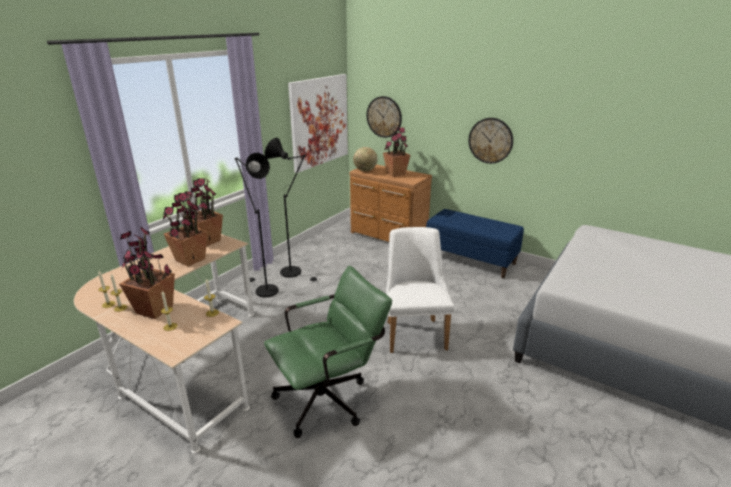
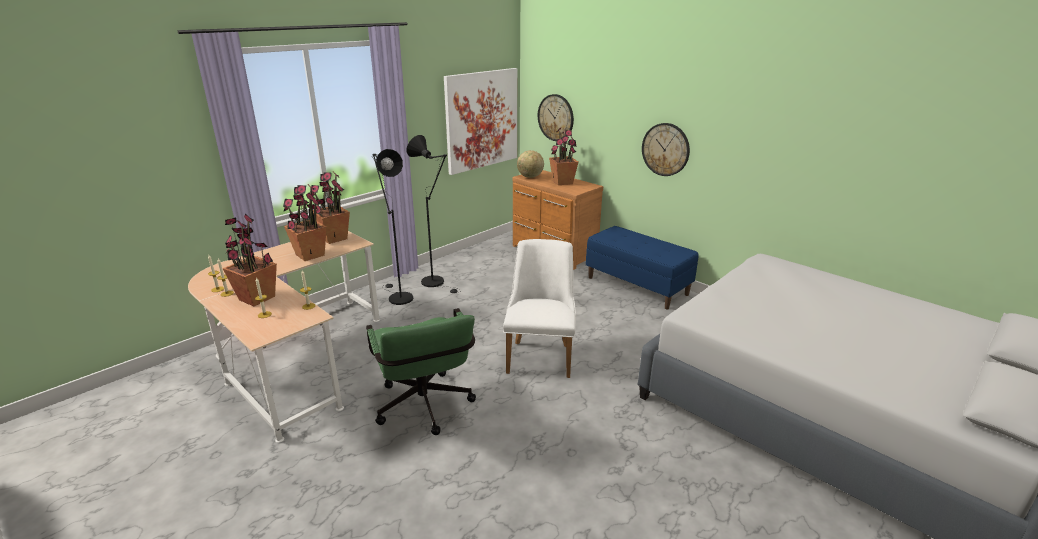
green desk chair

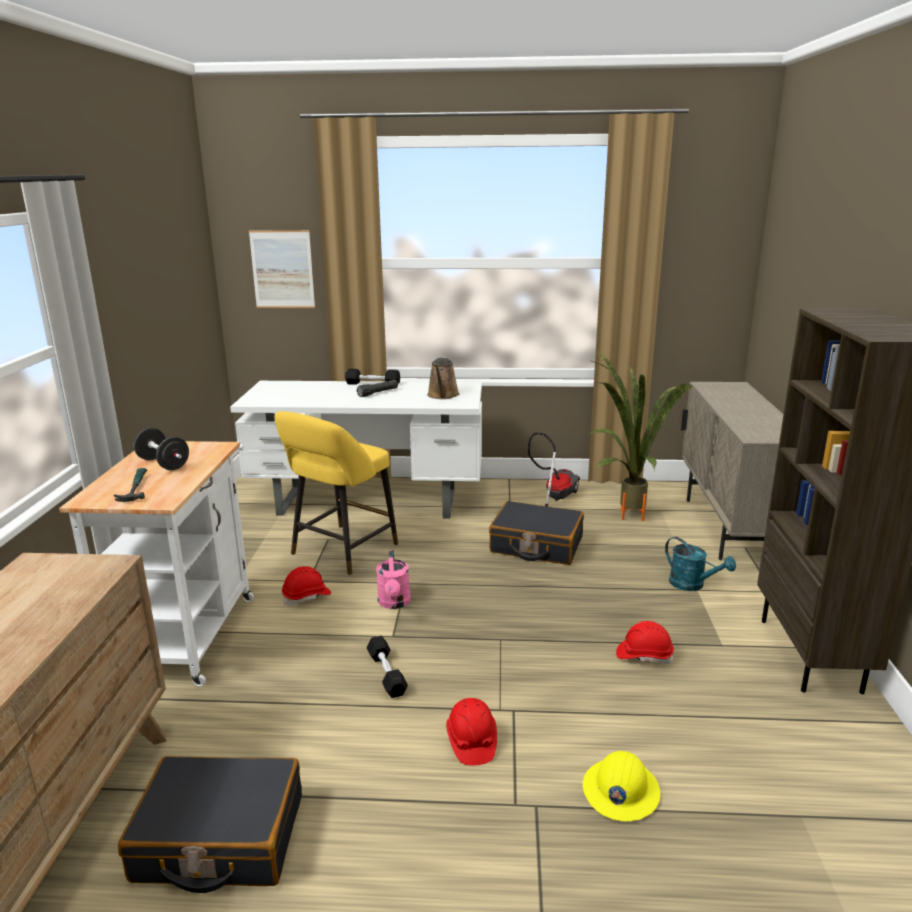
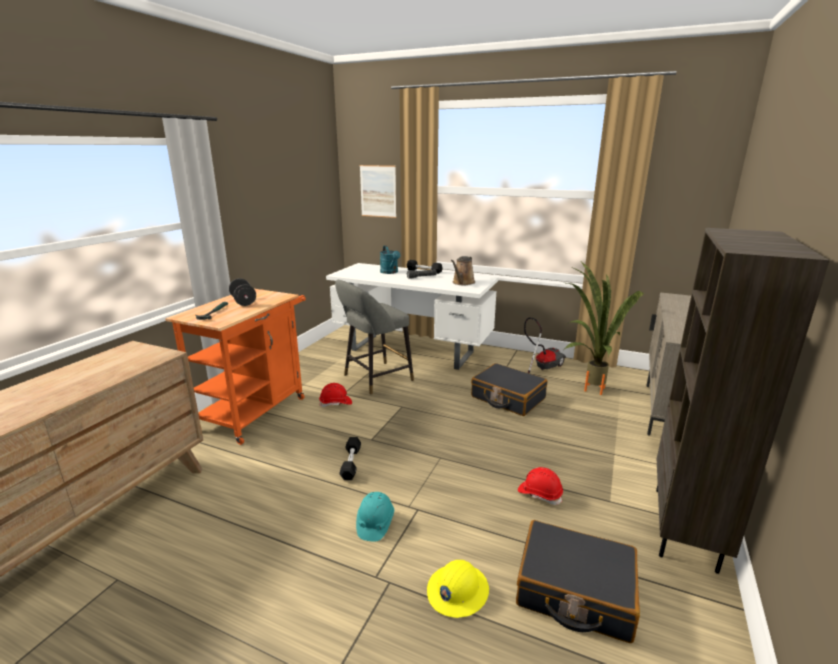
orange trolley
greyish stool
turquoise-coloured hard hat
turquoise-coloured sprinkling can
black piece of luggage (2nd from left)
pink sprinkling can

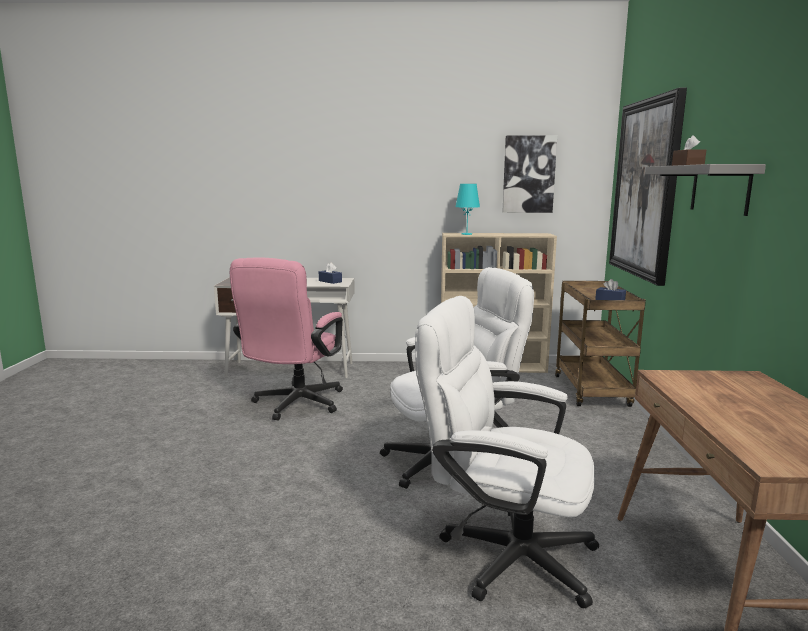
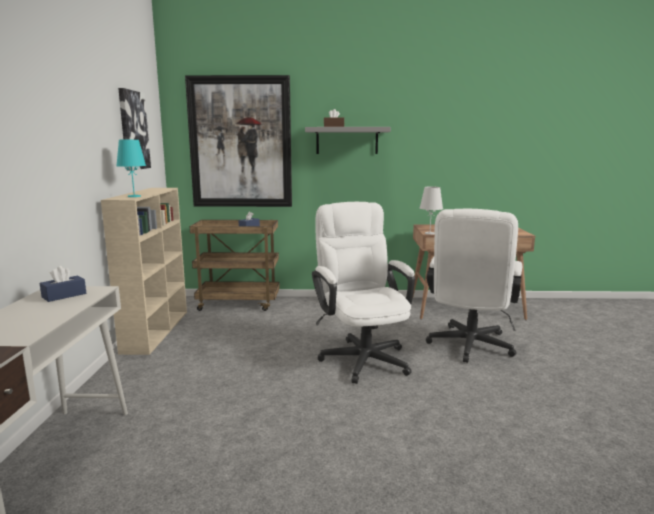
whitish table lamp
pink desk chair

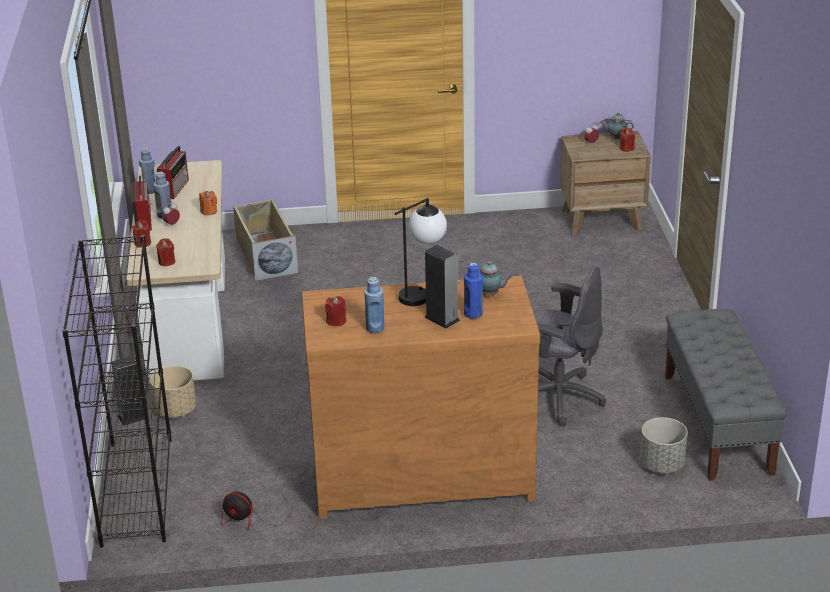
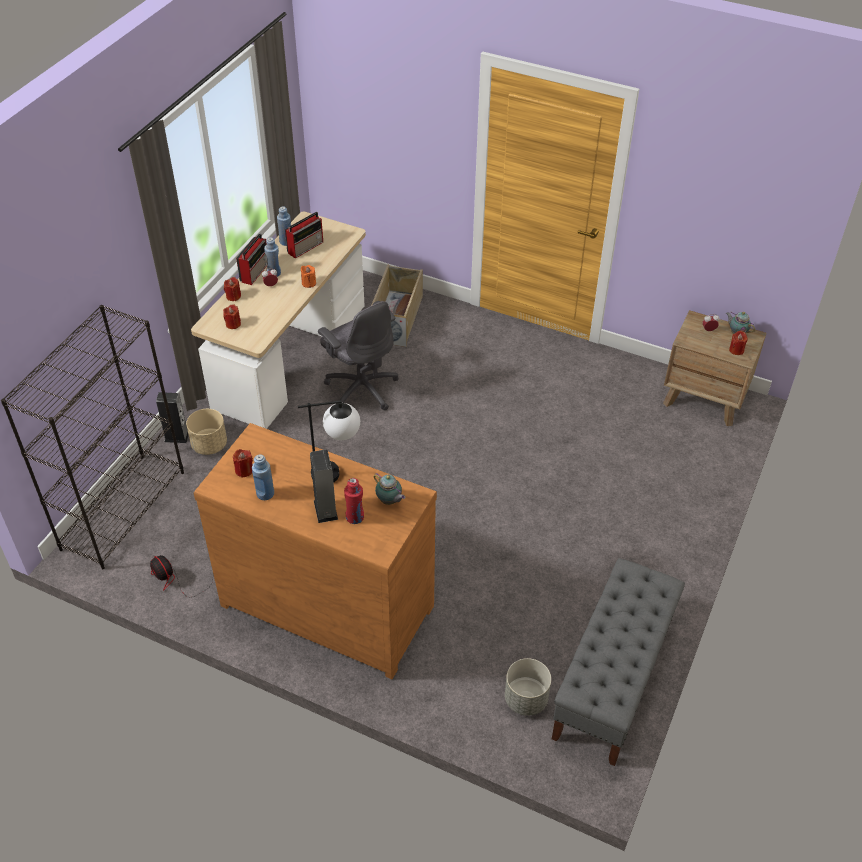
greyish desk chair
red drink bottle

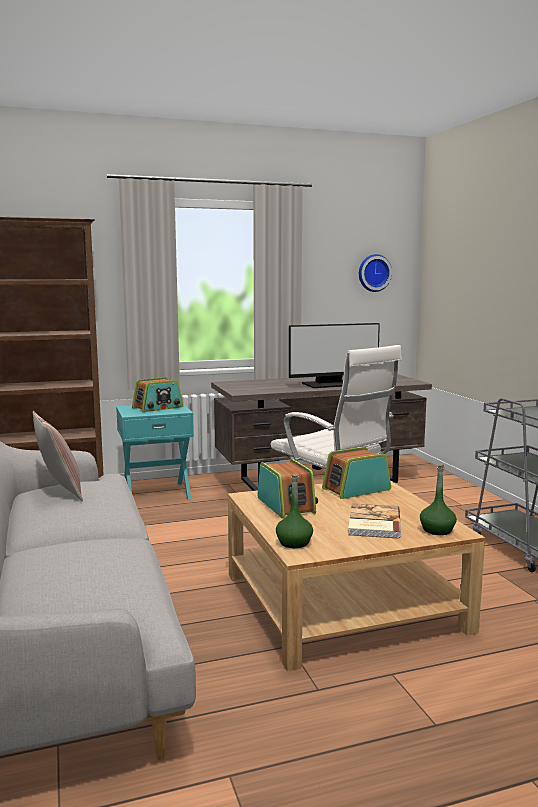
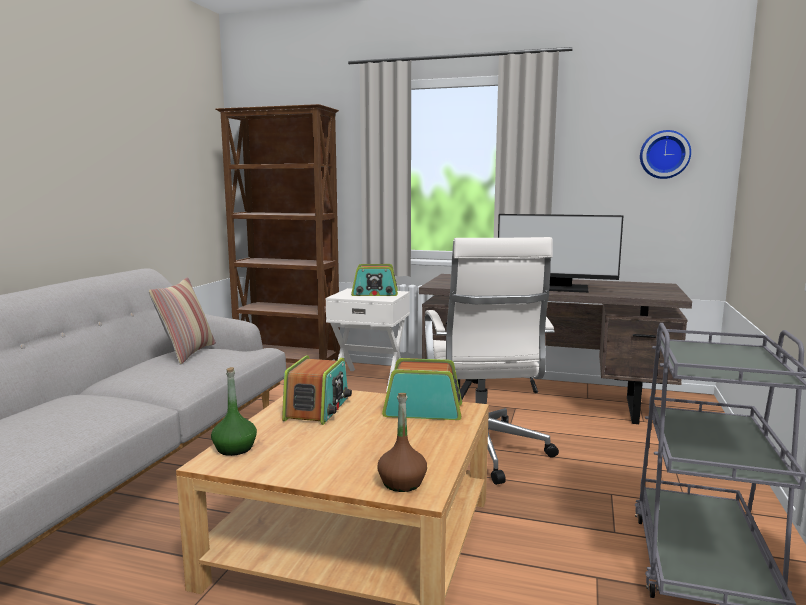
whitish nightstand
brown drink bottle
bound book

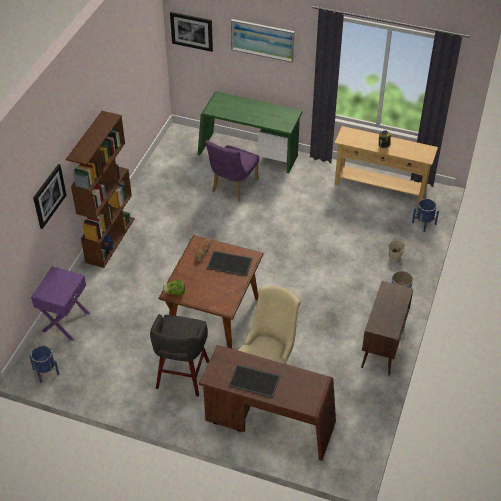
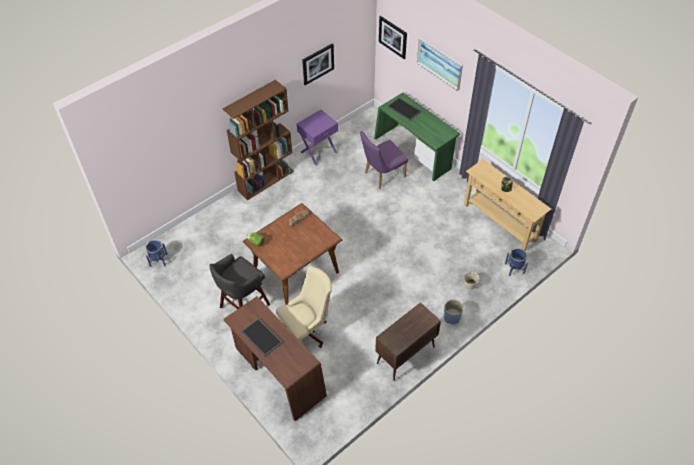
purple-coloured nightstand
wall art (1st from left)
carrying tray (2nd from left)

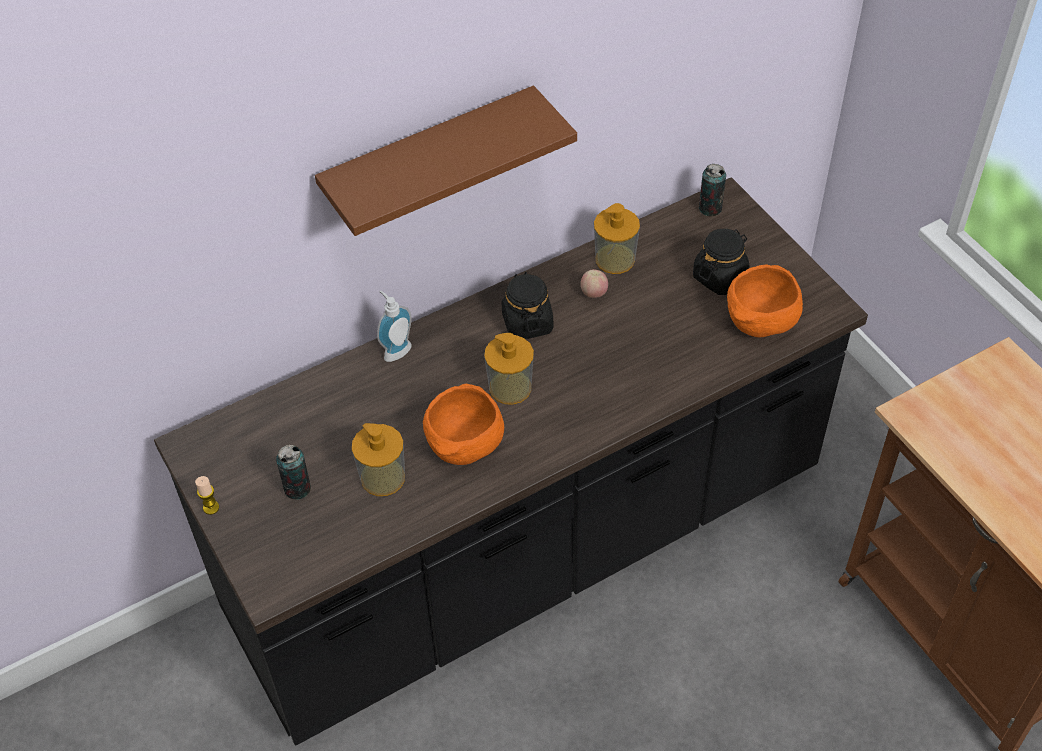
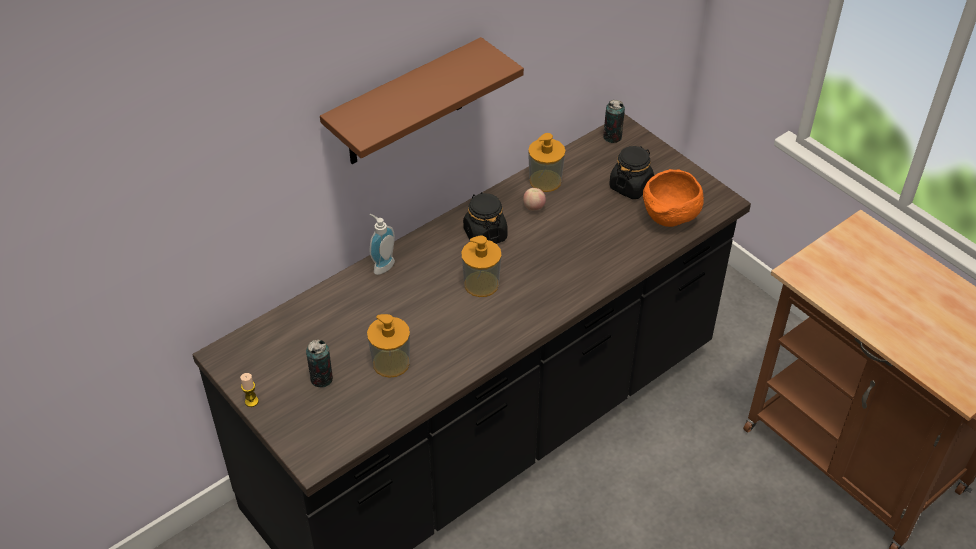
orange deep dish (1st from left in the first image)

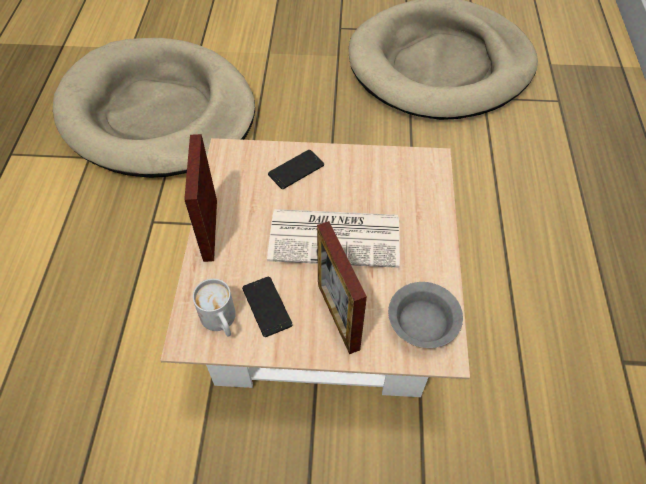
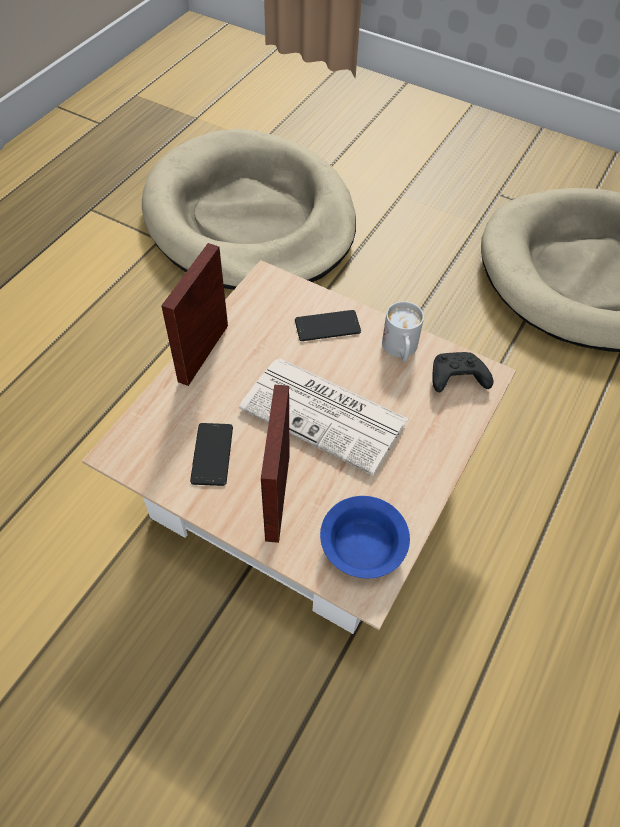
bluish deep dish
whitish coffee mug
black gamepad

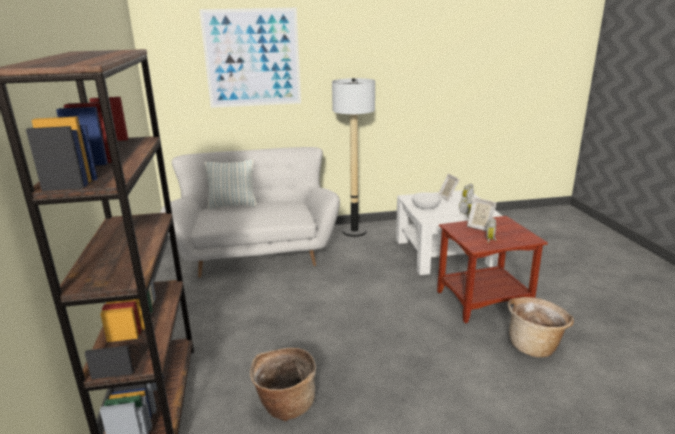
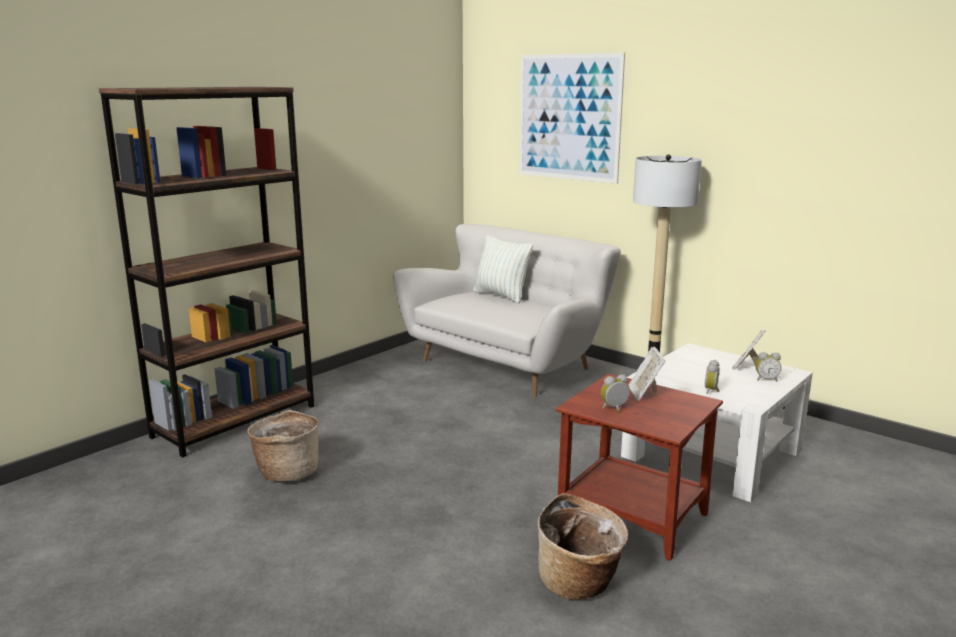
whitish deep dish

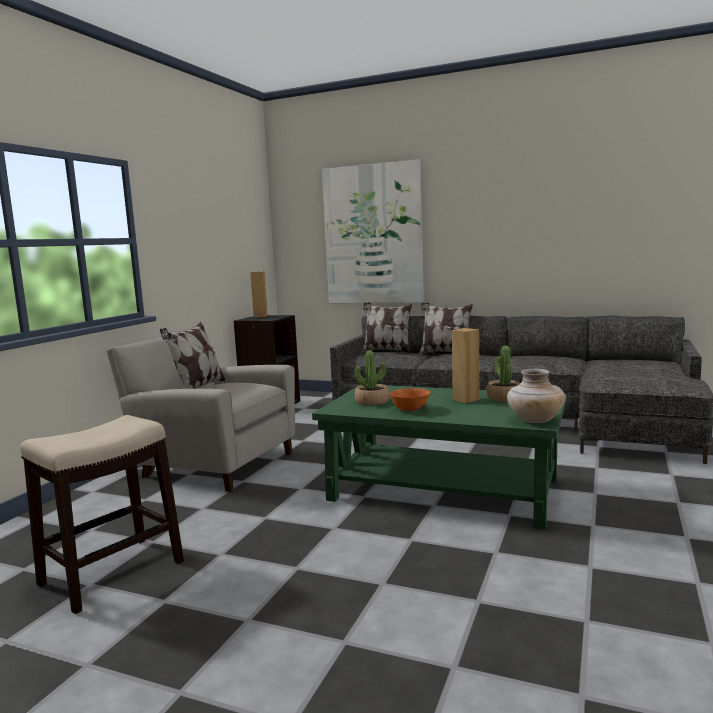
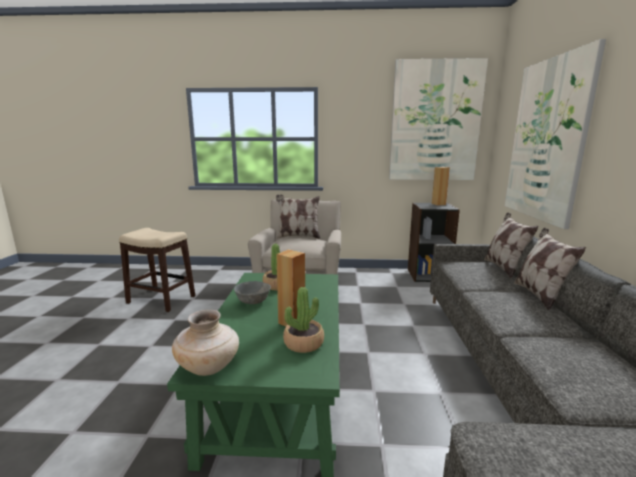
greyish deep dish
wall art (1st from left)

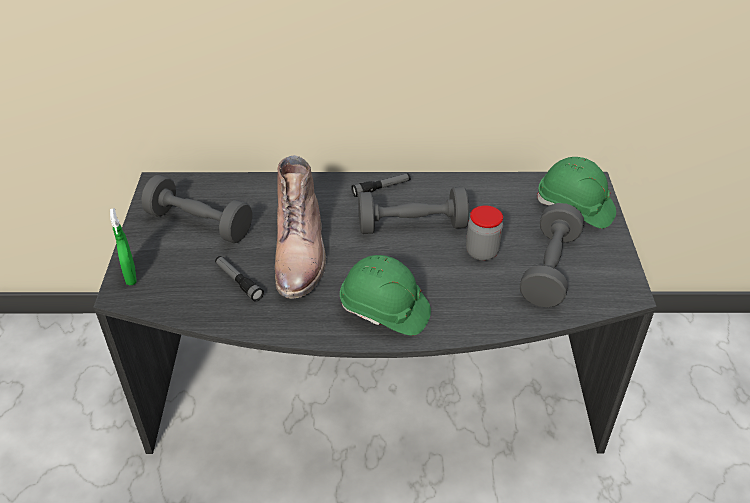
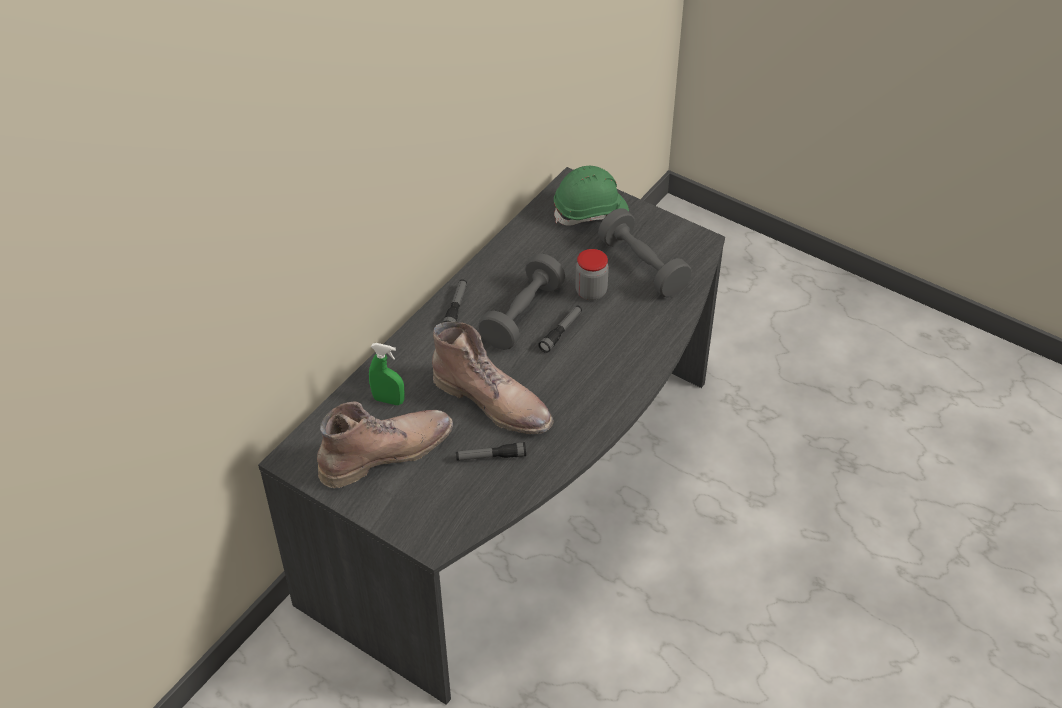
brown high-top boot (1st from left)
green hand sprayer
torch (3rd from left)
green hard hat (1st from left in the first image)

